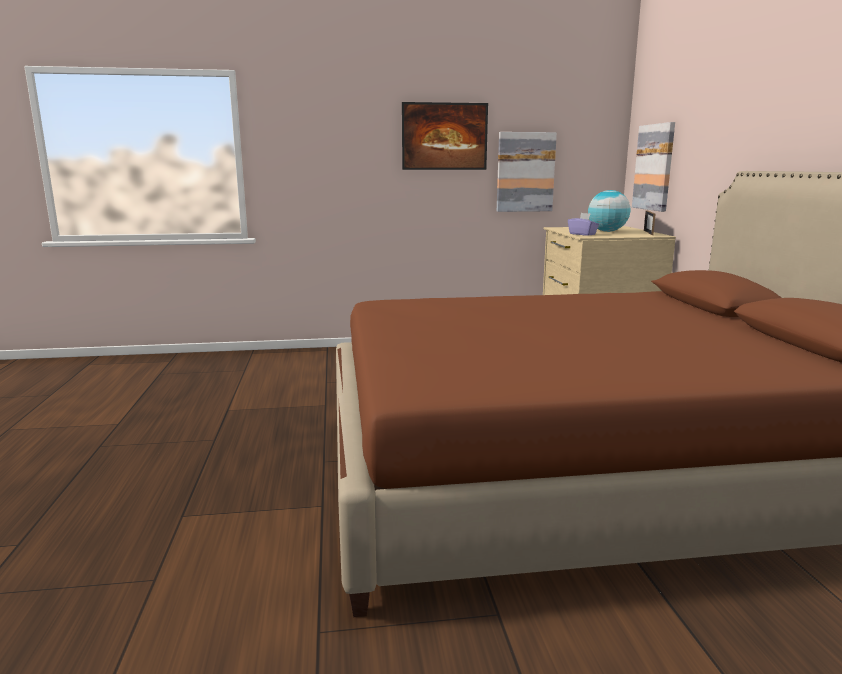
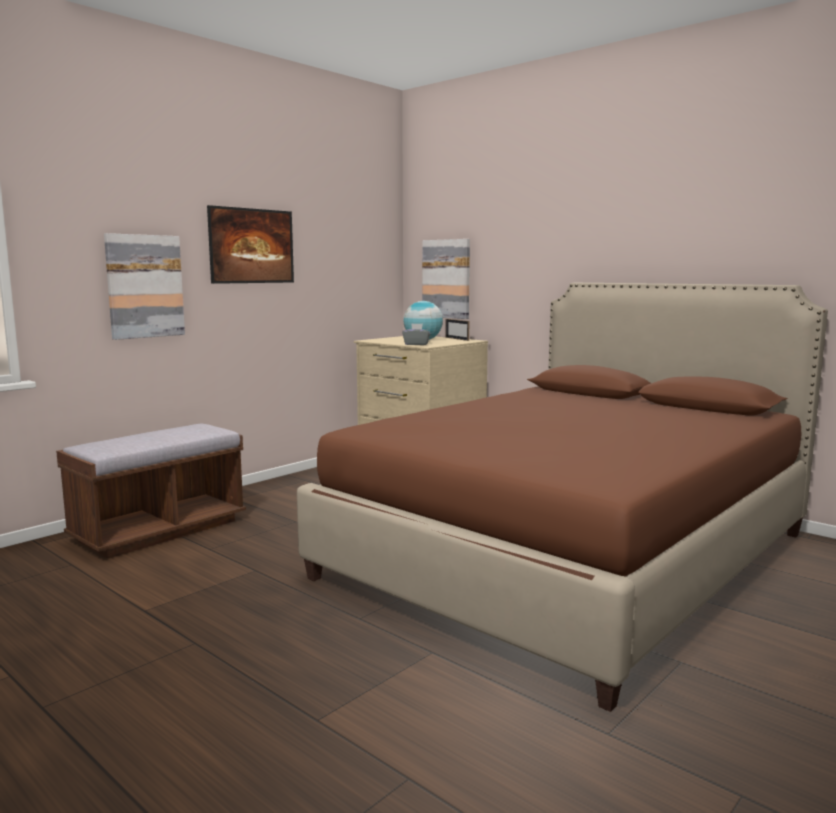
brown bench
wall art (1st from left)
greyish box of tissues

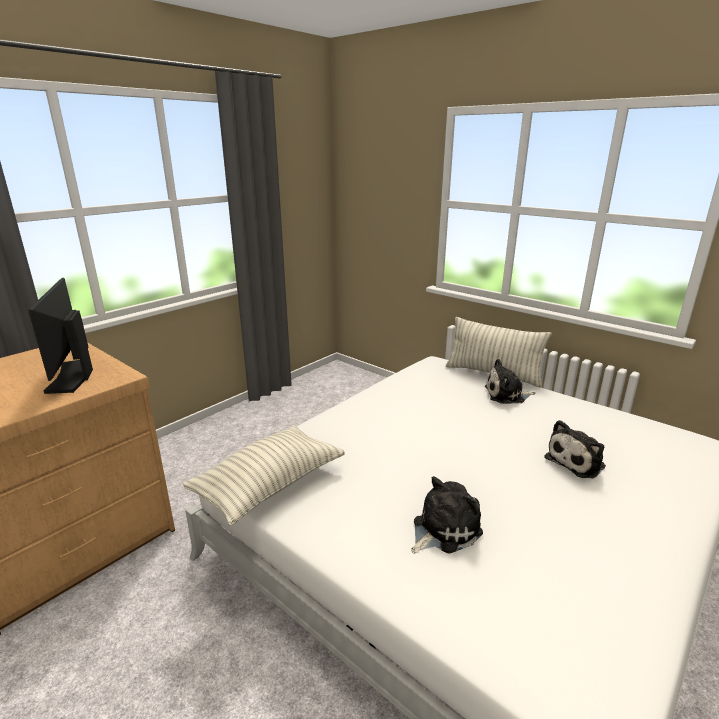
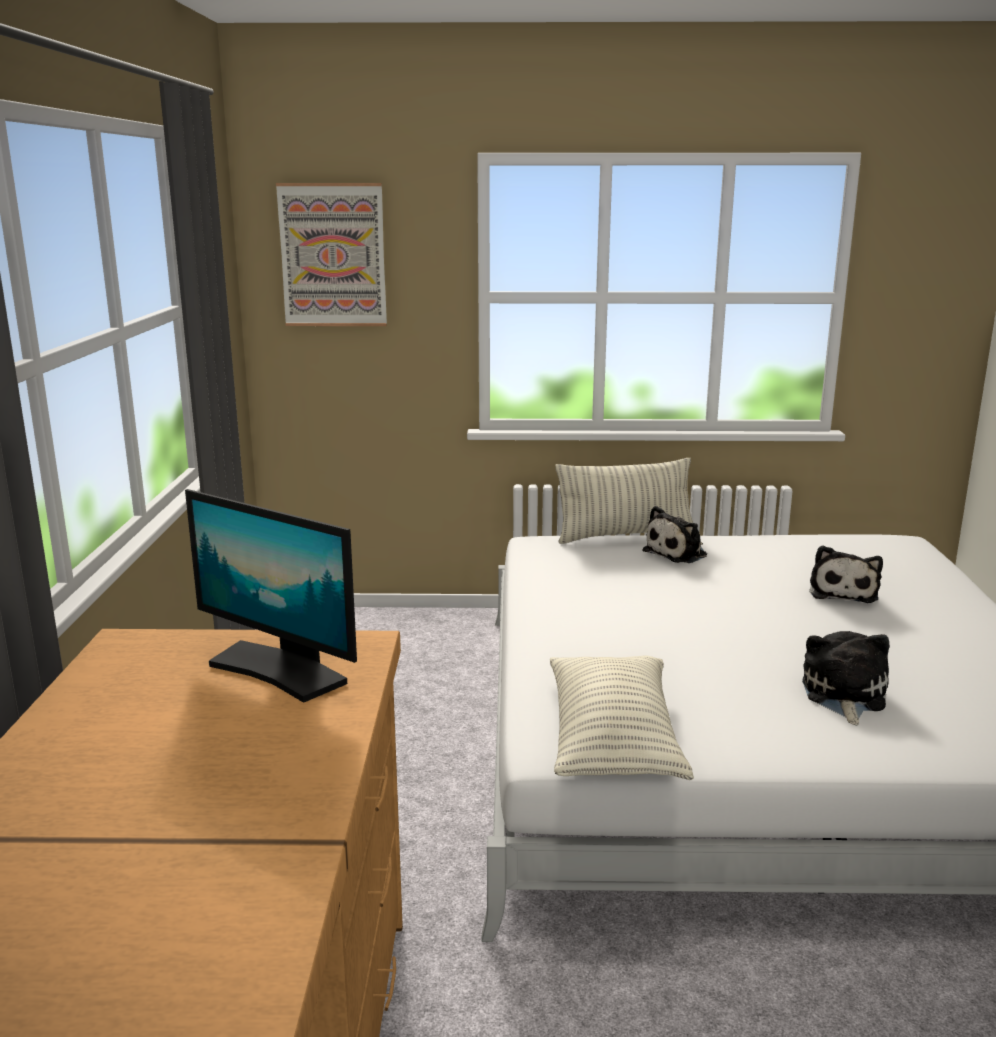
wall art

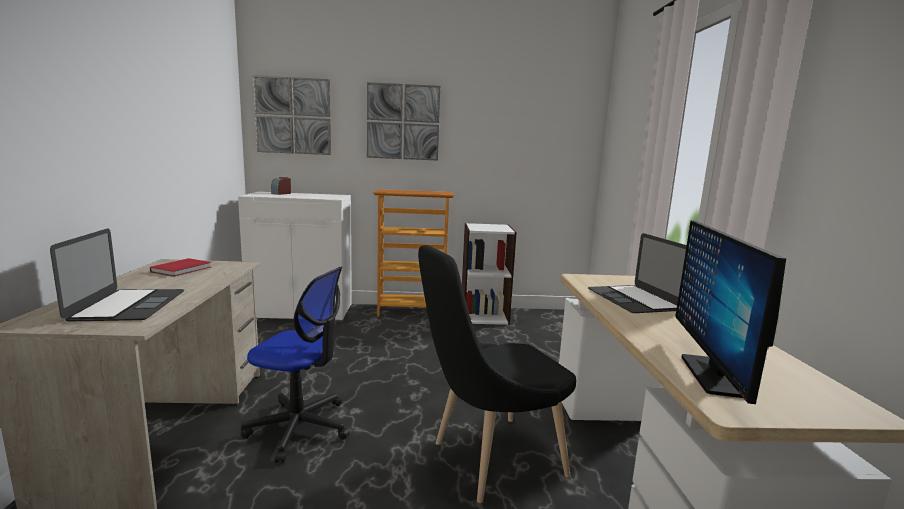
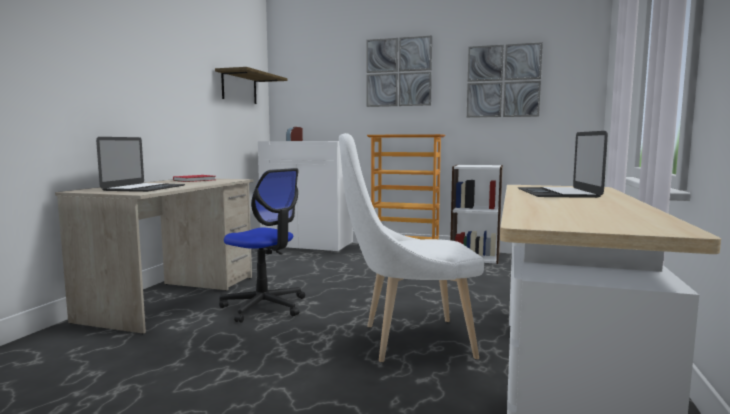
bracket shelf
whitish plain chair
wall art (2nd from left)
computer display

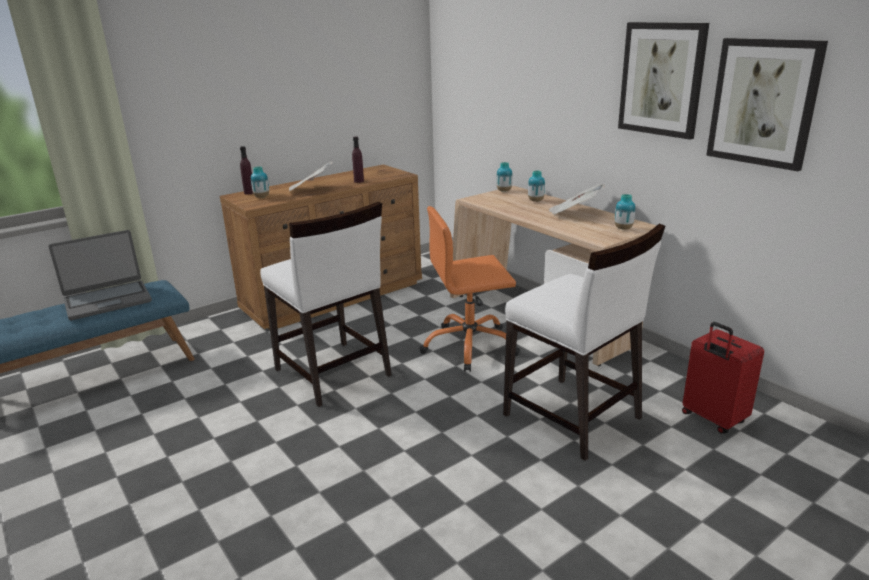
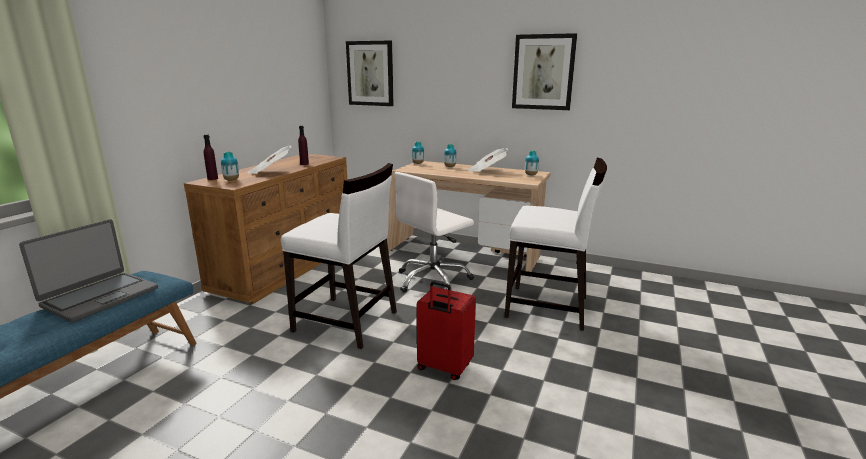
wall art (1st from left)
whitish desk chair
red piece of luggage

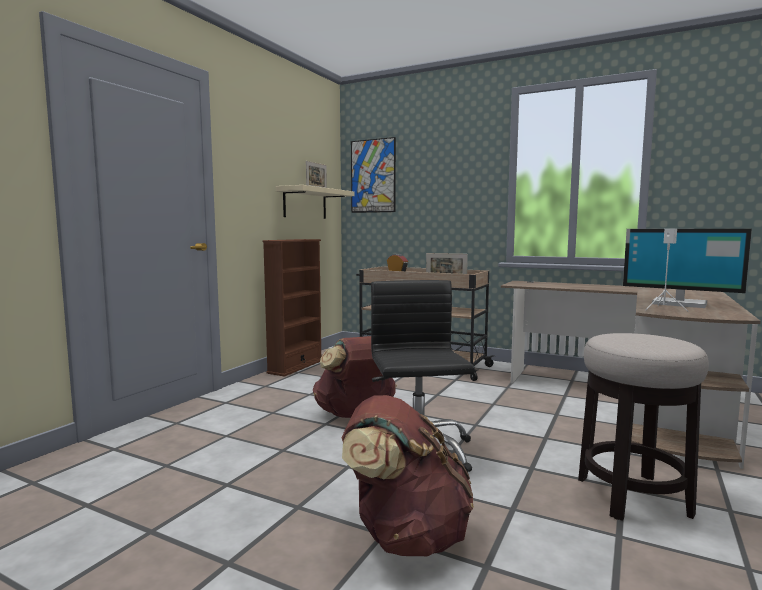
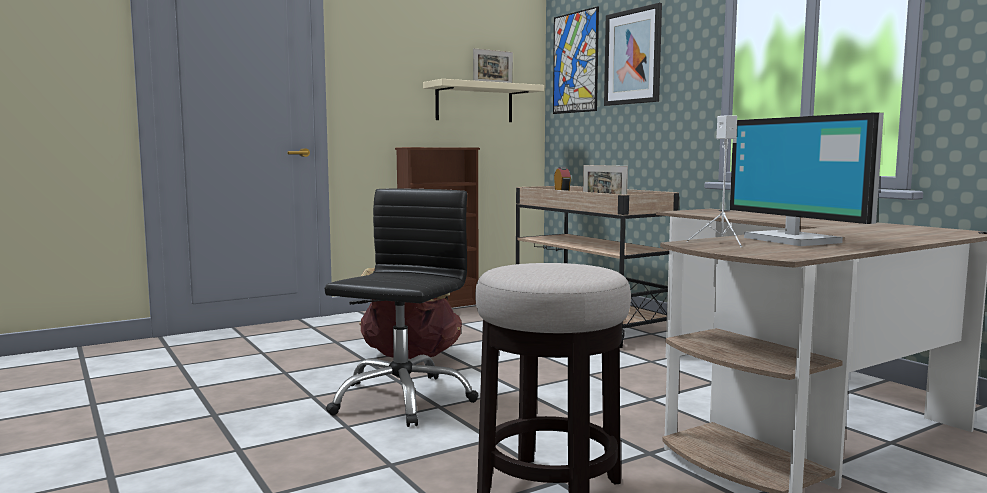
wall art (2nd from left)
brown knapsack (2nd from left in the first image)

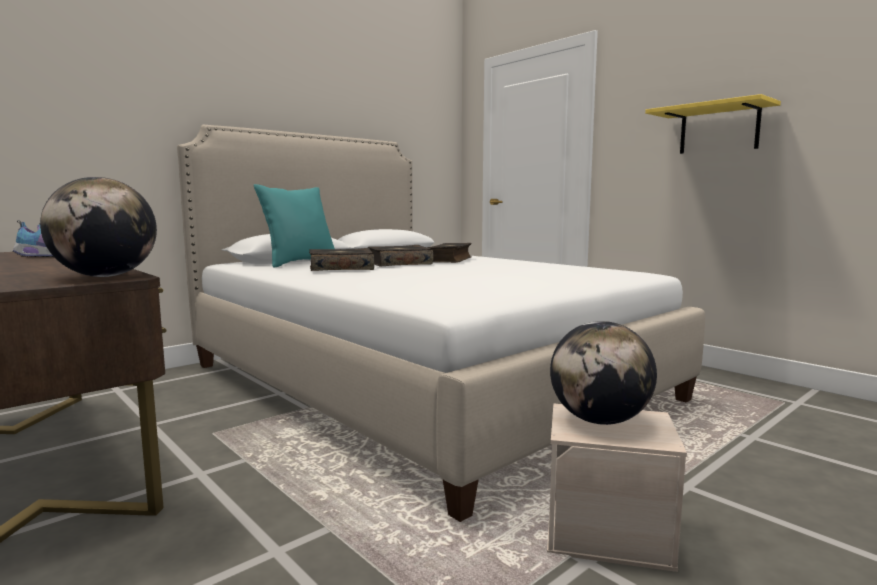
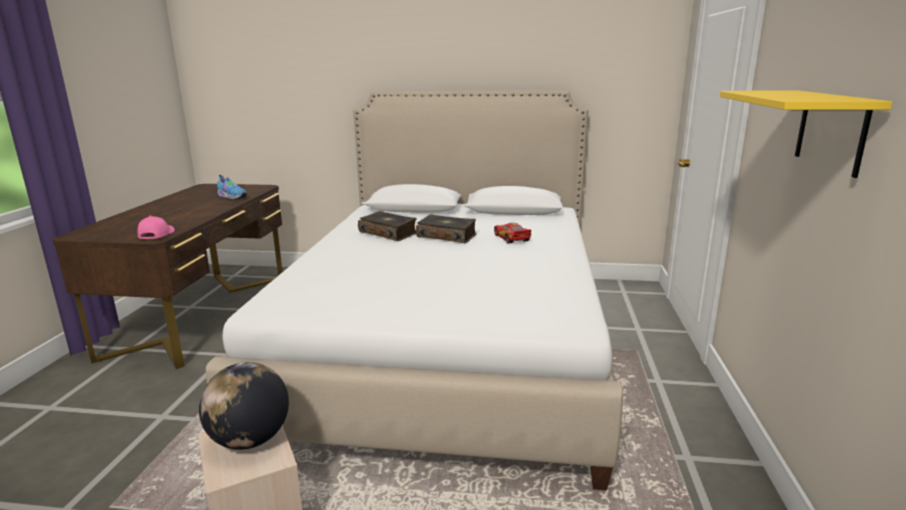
pink baseball cap
miniature car
turquoise-coloured cushion

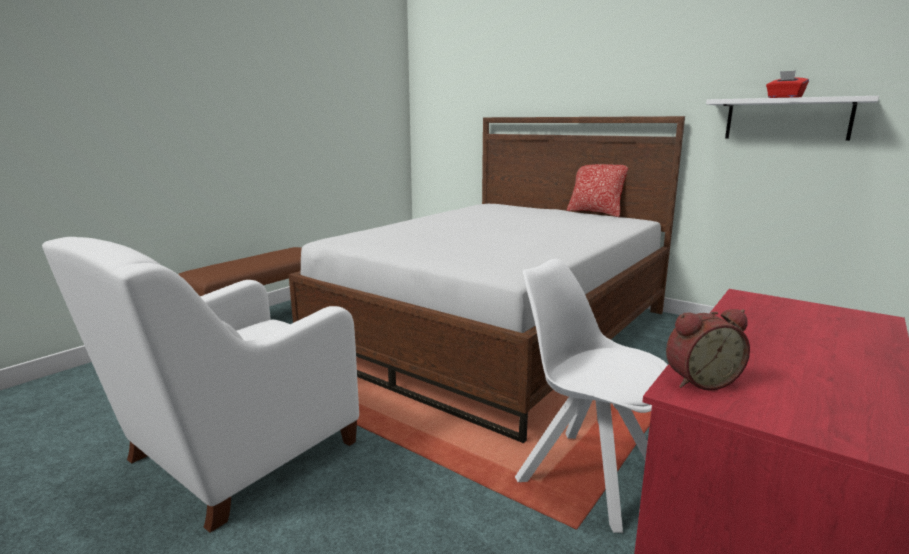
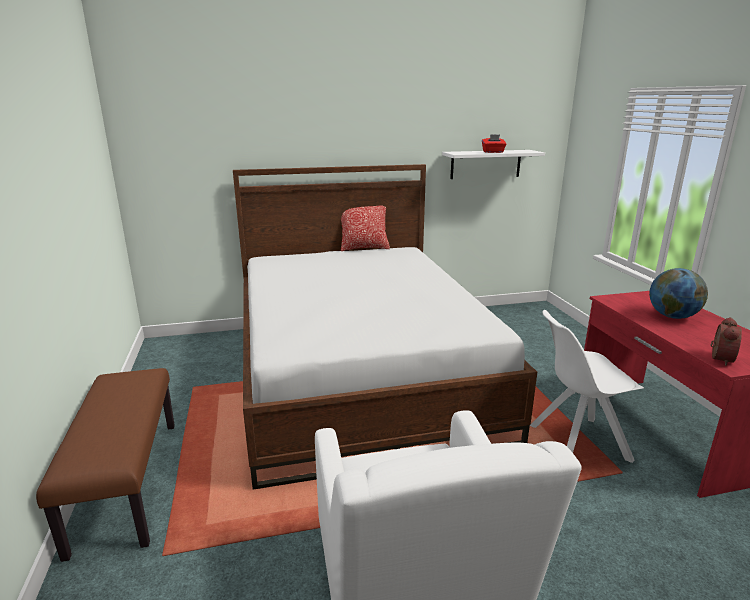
world globe

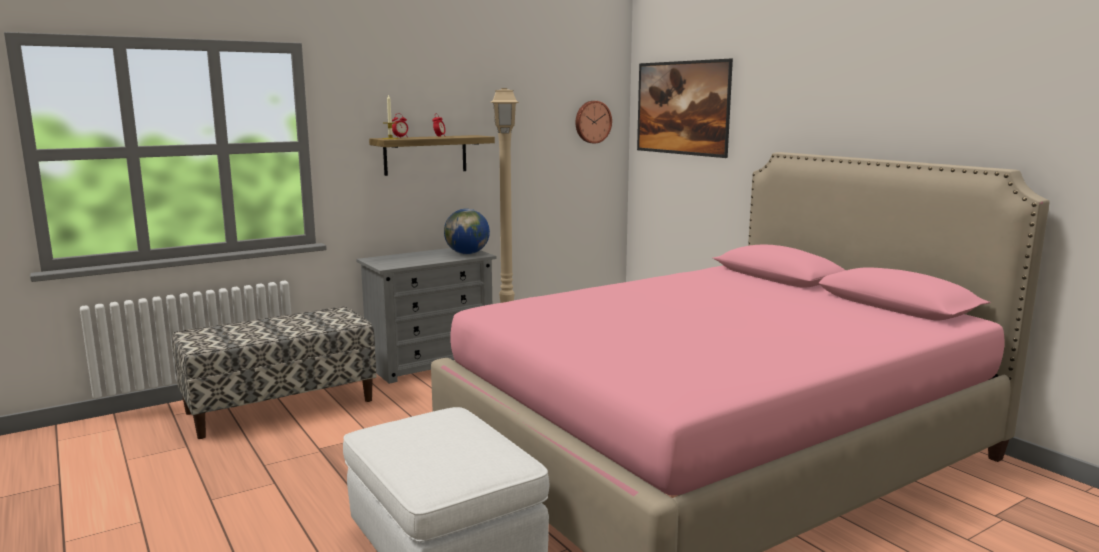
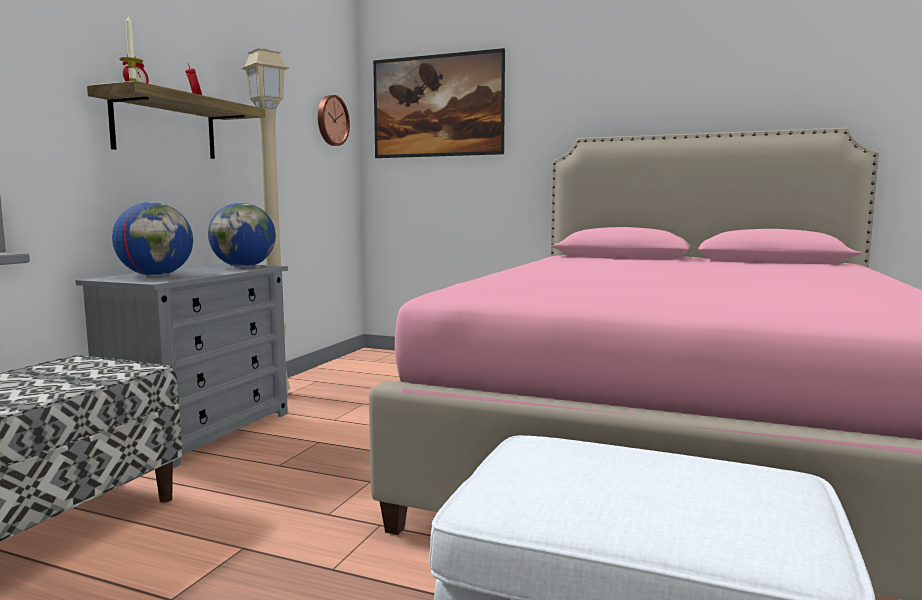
world globe (1st from left)

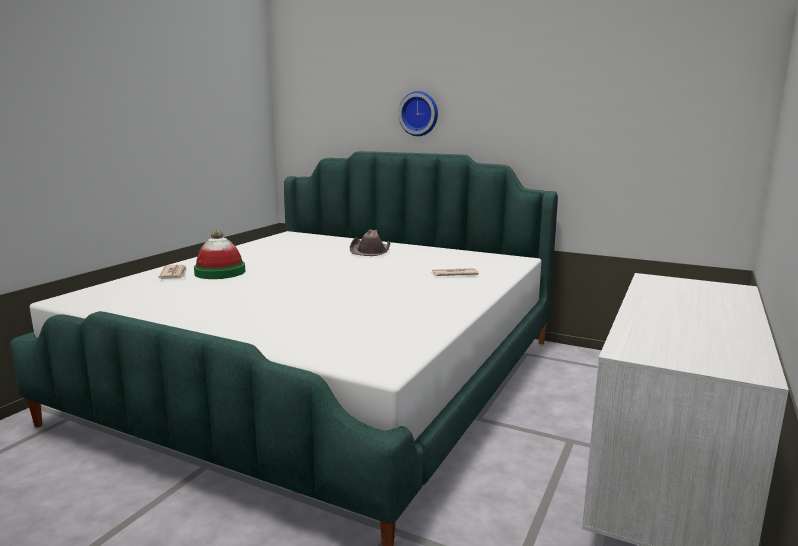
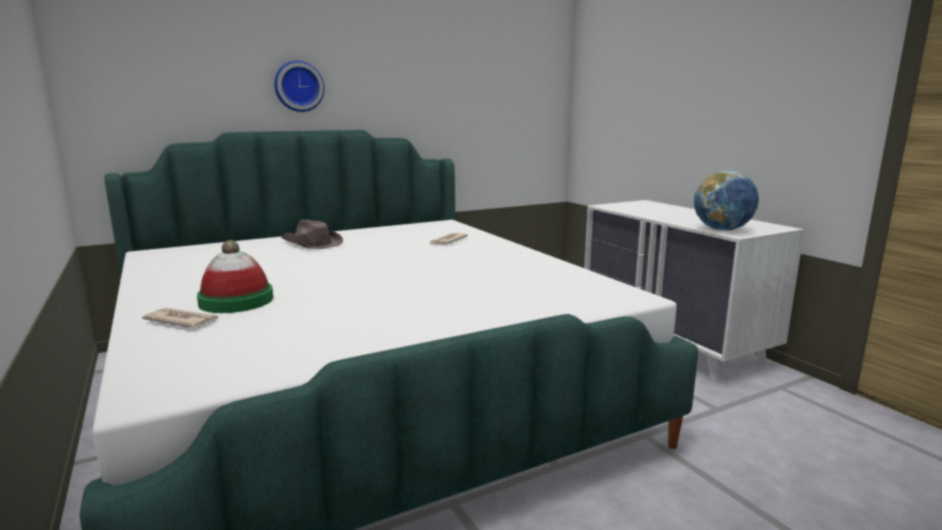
world globe

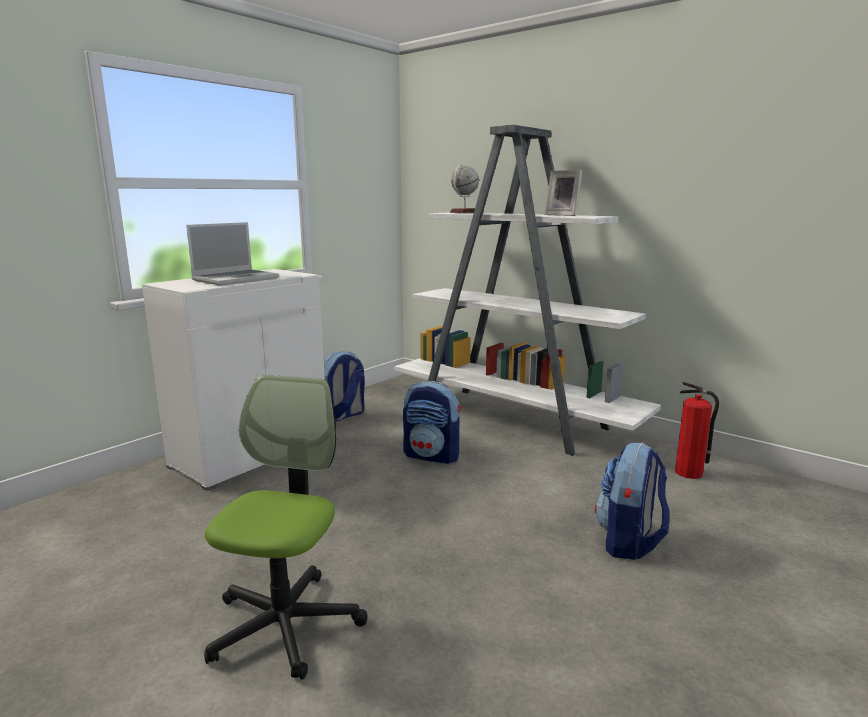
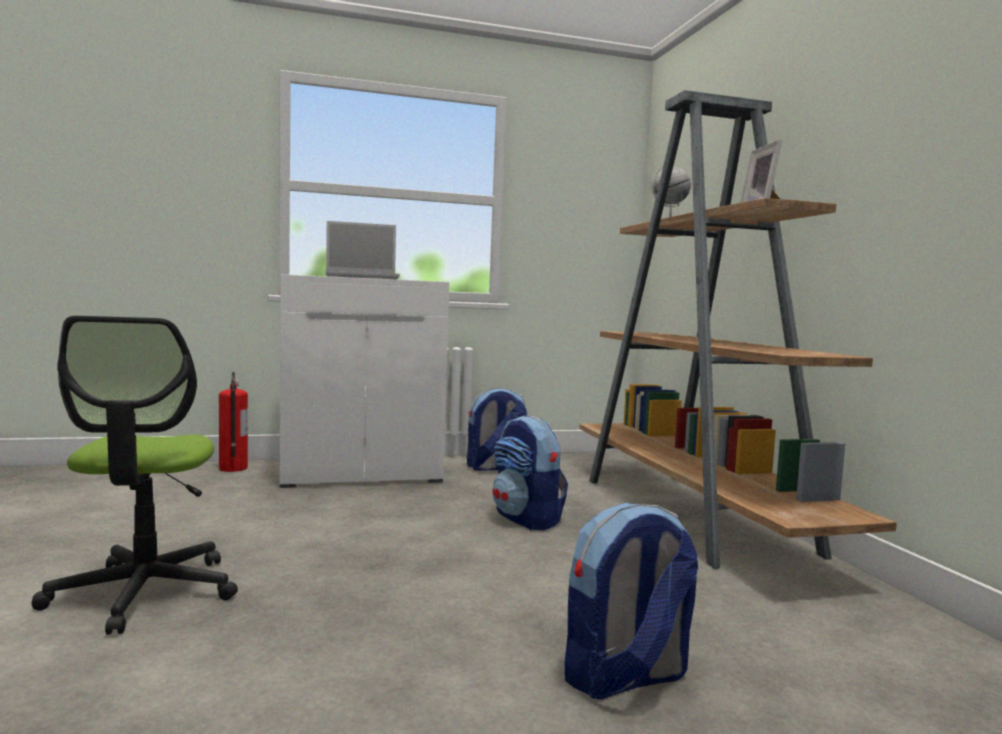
desk chair
fire-fighting cylinder
brown bookcase

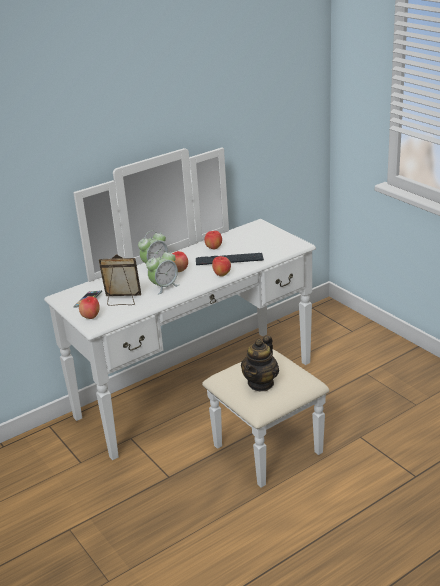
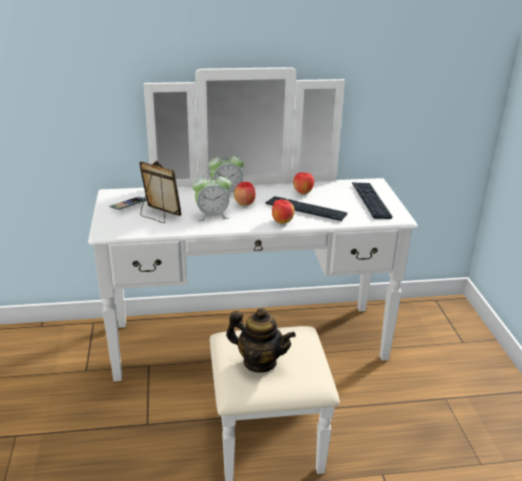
teapot
computer keyboard (2nd from left)
apple fruit (1st from left in the first image)

